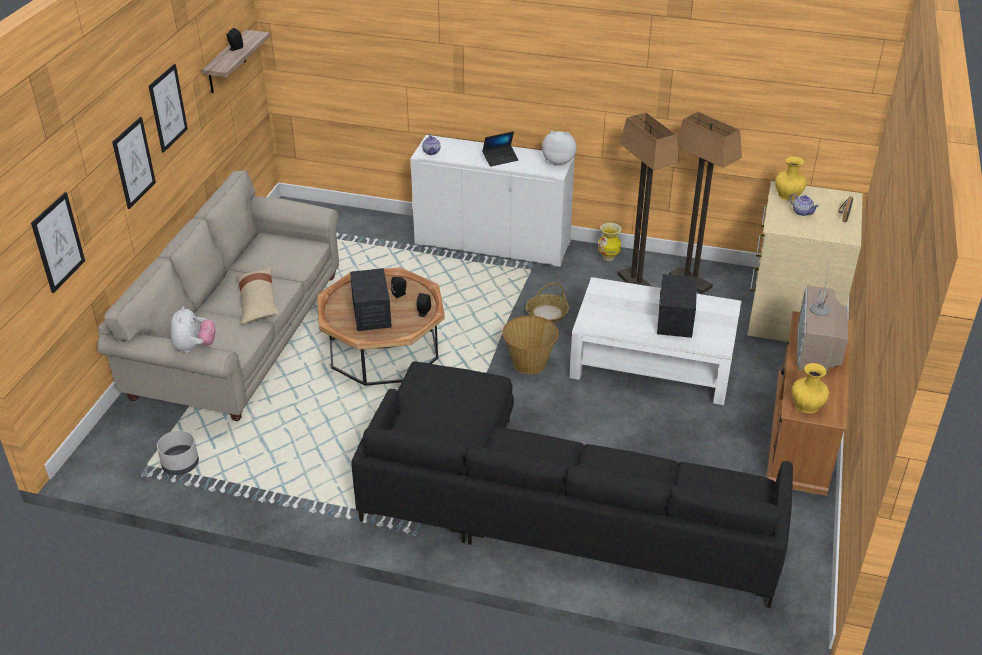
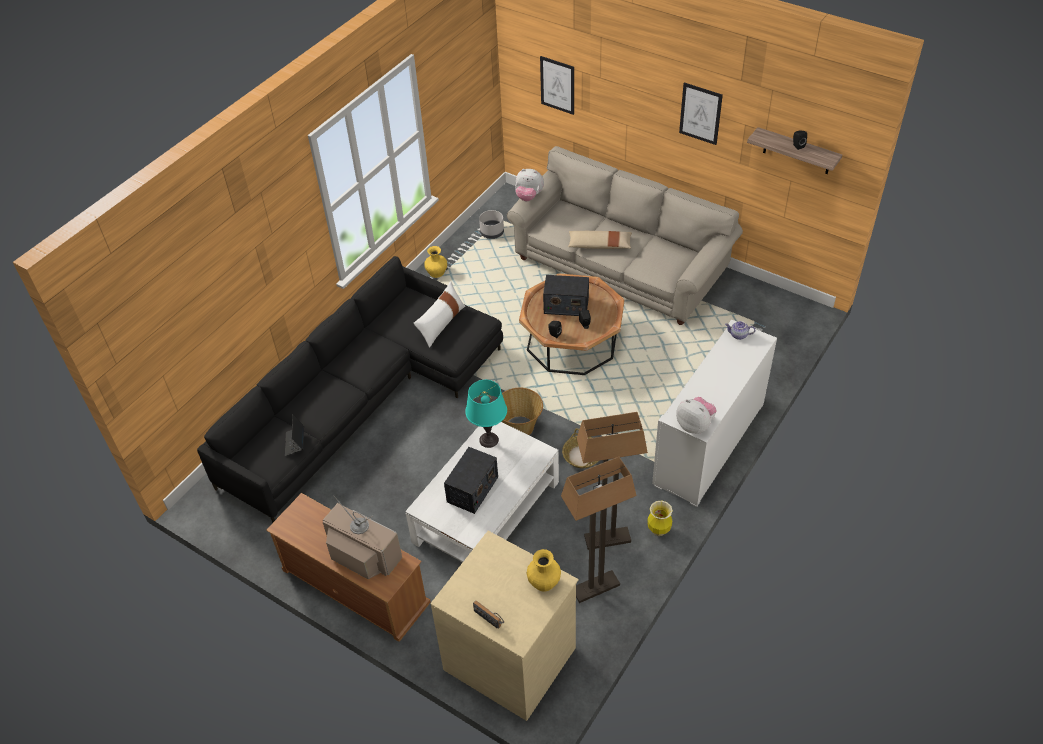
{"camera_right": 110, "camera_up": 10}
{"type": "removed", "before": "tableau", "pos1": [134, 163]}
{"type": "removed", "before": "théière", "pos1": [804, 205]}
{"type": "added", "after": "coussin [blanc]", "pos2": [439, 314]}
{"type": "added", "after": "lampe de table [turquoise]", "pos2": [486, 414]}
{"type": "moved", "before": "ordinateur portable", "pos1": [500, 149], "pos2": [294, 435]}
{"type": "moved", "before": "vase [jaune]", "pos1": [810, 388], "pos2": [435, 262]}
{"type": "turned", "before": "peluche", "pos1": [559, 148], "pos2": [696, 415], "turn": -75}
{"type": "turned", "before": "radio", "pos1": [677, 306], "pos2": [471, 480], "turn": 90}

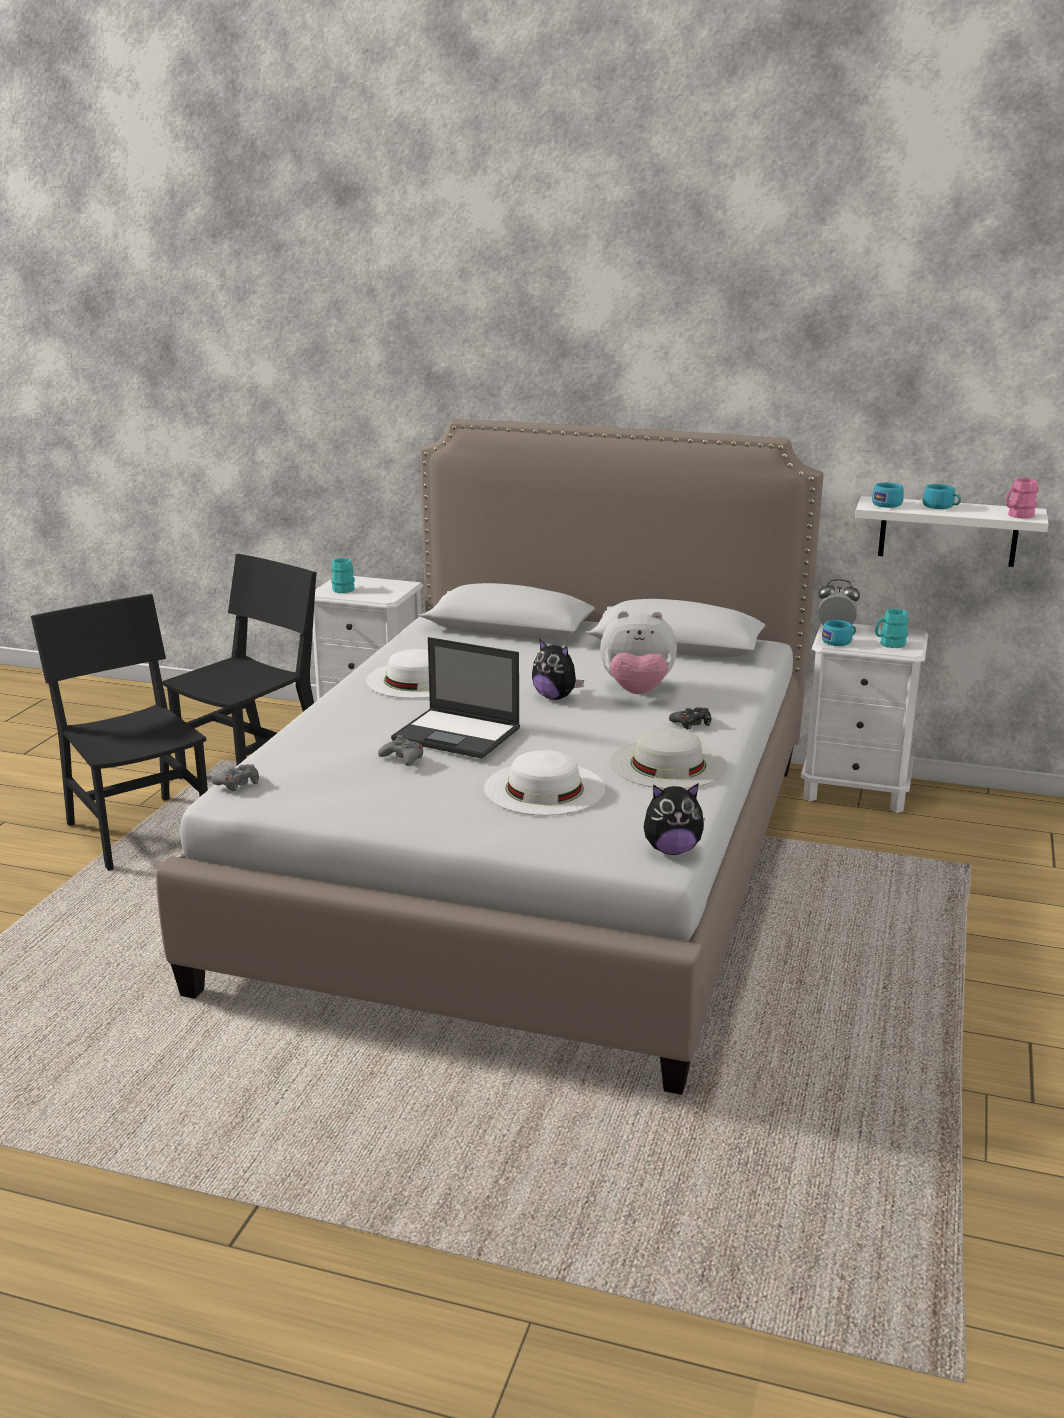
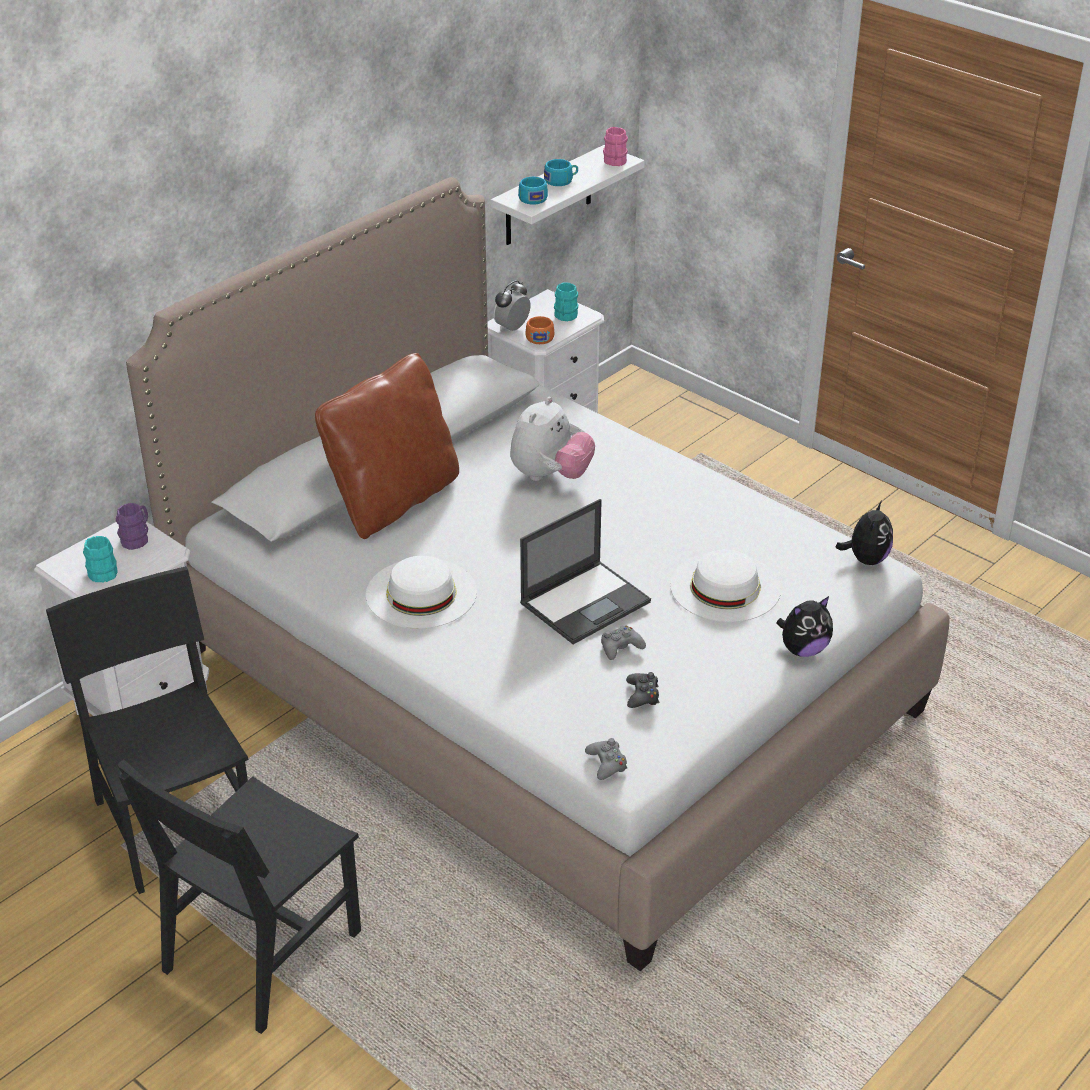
{"camera_right": -65, "camera_up": 15}
{"type": "removed", "before": "chapeau [blanc]", "pos1": [668, 758]}
{"type": "added", "after": "mug [violet]", "pos2": [132, 526]}
{"type": "added", "after": "coussin [marron]", "pos2": [387, 446]}
{"type": "moved", "before": "peluche", "pos1": [558, 669], "pos2": [804, 626]}
{"type": "moved", "before": "manette [noir]", "pos1": [690, 718], "pos2": [642, 690]}
{"type": "recoloured", "before": "tasse [turquoise]", "after": "tasse [orange]", "pos1": [839, 633], "pos2": [540, 330]}
{"type": "turned", "before": "chaise [noir]", "pos1": [119, 732], "pos2": [239, 896], "turn": -45}

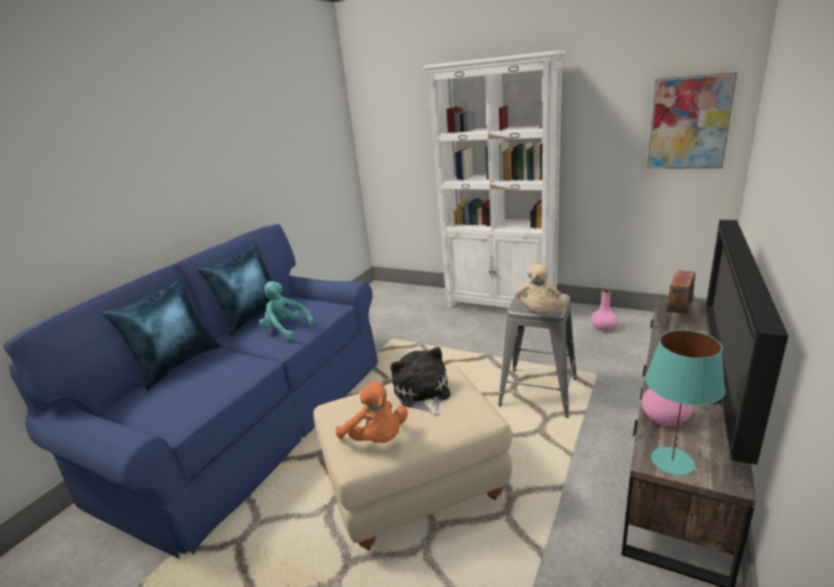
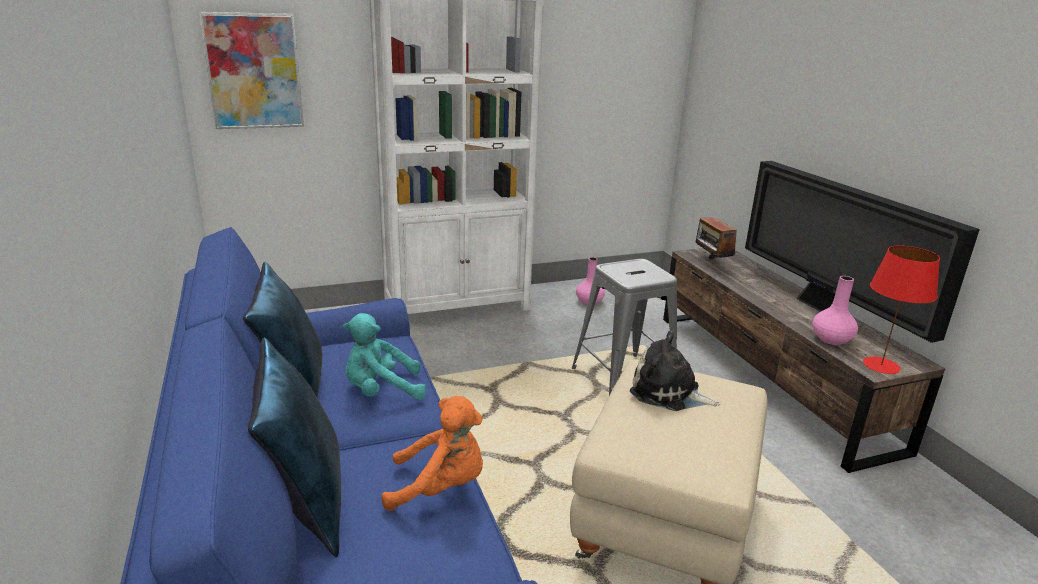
{"camera_right": -50, "camera_up": 0}
{"type": "removed", "before": "peluche [beige]", "pos1": [541, 288]}
{"type": "moved", "before": "peluche [orange]", "pos1": [372, 412], "pos2": [432, 453]}
{"type": "moved", "before": "tableau", "pos1": [692, 120], "pos2": [251, 70]}
{"type": "recoloured", "before": "lampe de table [turquoise]", "after": "lampe de table [rouge]", "pos1": [685, 402], "pos2": [901, 310]}

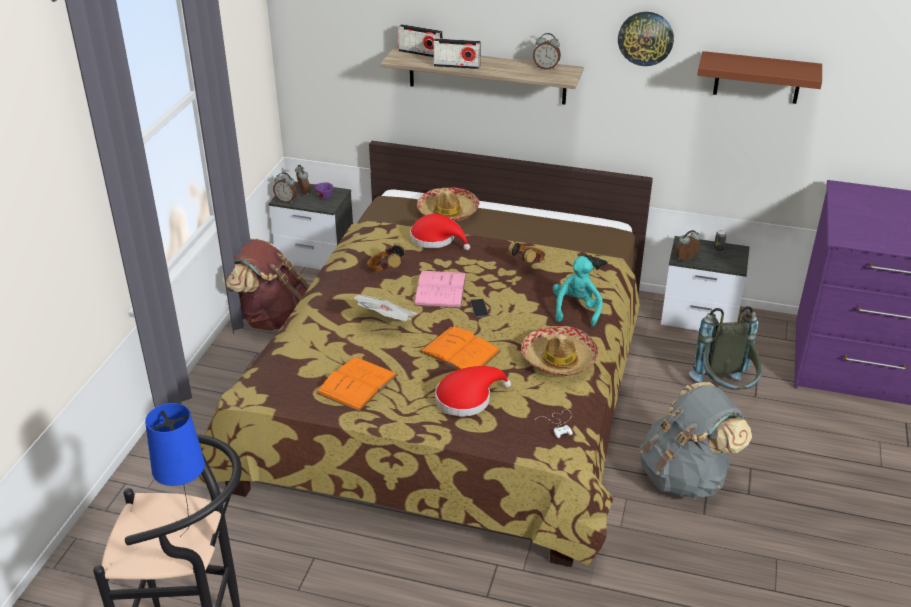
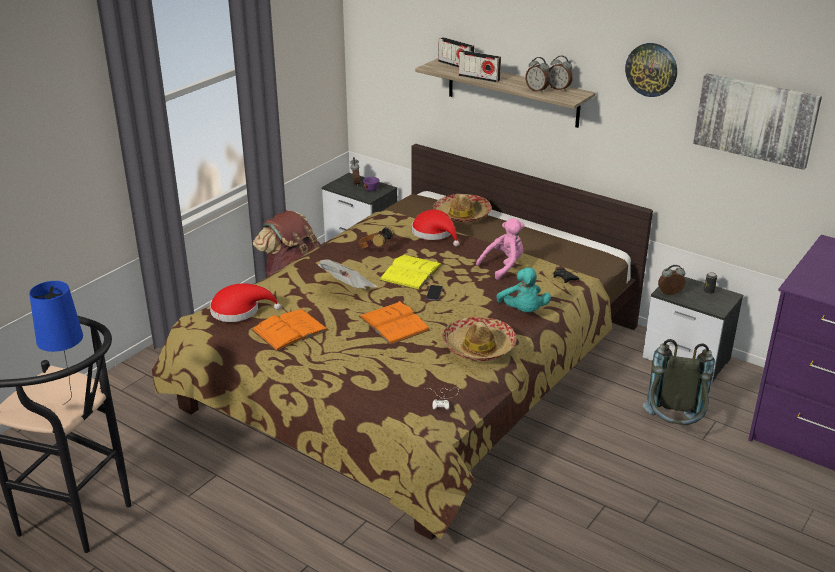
{"camera_right": 20, "camera_up": -5}
{"type": "removed", "before": "sac à dos [gris]", "pos1": [695, 440]}
{"type": "moved", "before": "réveil", "pos1": [285, 187], "pos2": [537, 75]}
{"type": "moved", "before": "chapeau [rouge]", "pos1": [473, 391], "pos2": [245, 302]}
{"type": "replaced", "before": "casque audio", "after": "peluche [rose]", "pos1": [526, 252], "pos2": [500, 249]}
{"type": "replaced", "before": "étagère [marron]", "after": "tableau", "pos1": [759, 77], "pos2": [757, 121]}
{"type": "recoloured", "before": "livre [rose]", "after": "livre [jaune]", "pos1": [440, 289], "pos2": [410, 272]}
{"type": "turned", "before": "peluche [turquoise]", "pos1": [578, 291], "pos2": [523, 290], "turn": 135}

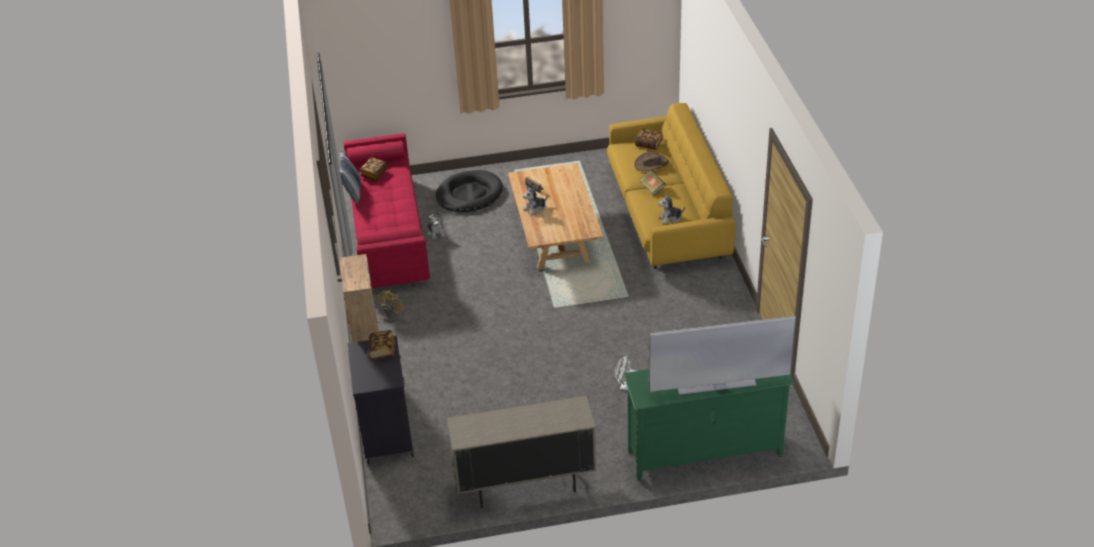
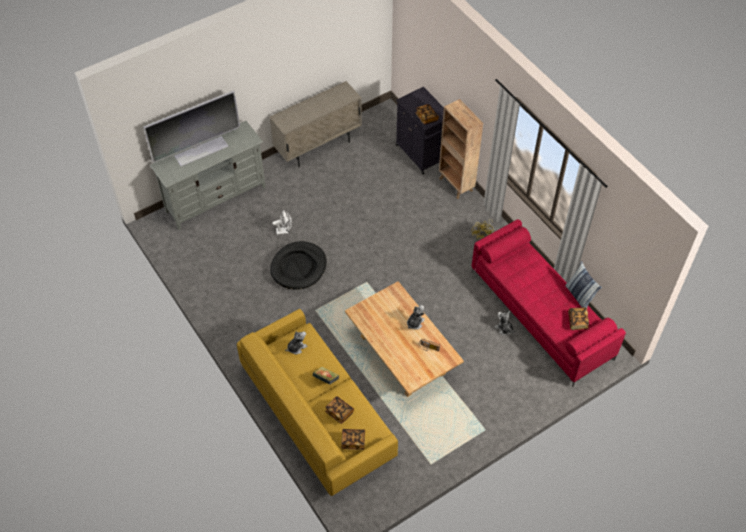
{"camera_right": 155, "camera_up": 15}
{"type": "moved", "before": "panier pour chien [noir]", "pos1": [469, 191], "pos2": [298, 265]}
{"type": "replaced", "before": "chapeau [marron]", "after": "livre", "pos1": [651, 161], "pos2": [339, 410]}
{"type": "recoloured", "before": "meuble télé [vert]", "after": "meuble télé [gris]", "pos1": [709, 425], "pos2": [208, 175]}

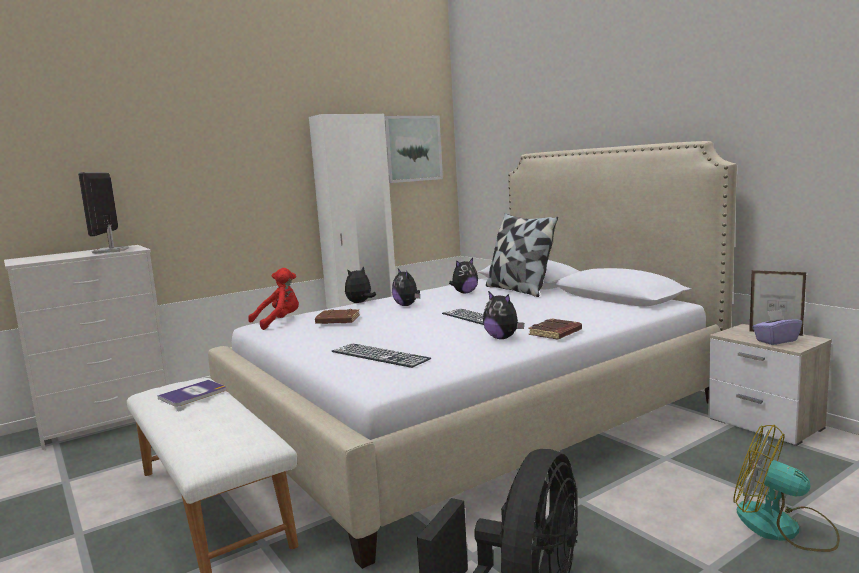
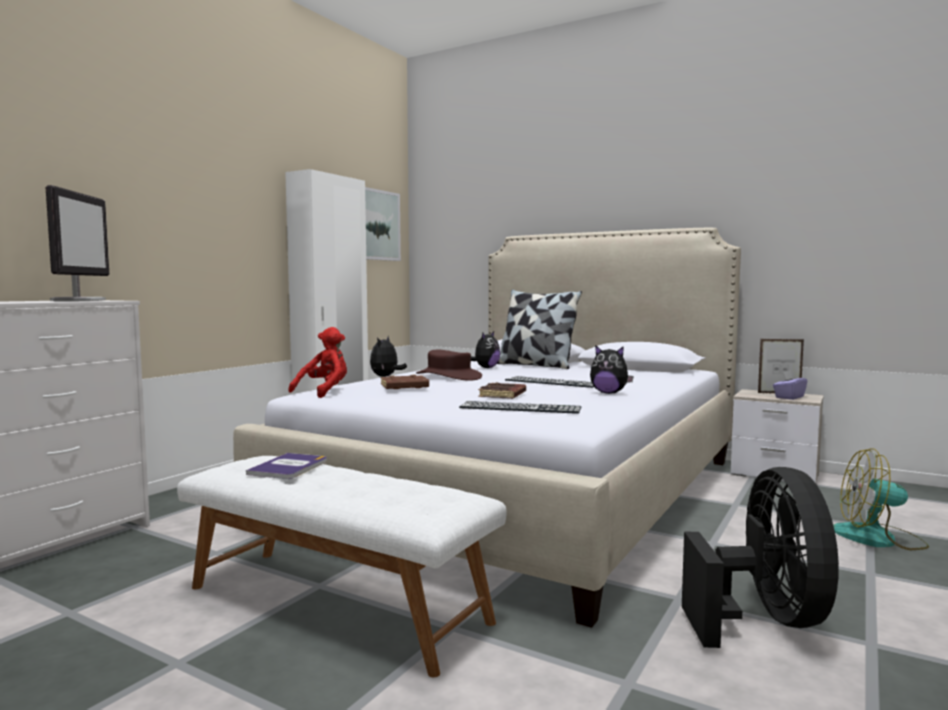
{"camera_right": -25, "camera_up": -5}
{"type": "moved", "before": "livre [marron]", "pos1": [555, 329], "pos2": [502, 390]}
{"type": "replaced", "before": "peluche", "after": "chapeau [marron]", "pos1": [406, 287], "pos2": [449, 365]}
{"type": "turned", "before": "écran d'ordinateur", "pos1": [103, 213], "pos2": [77, 243], "turn": -150}

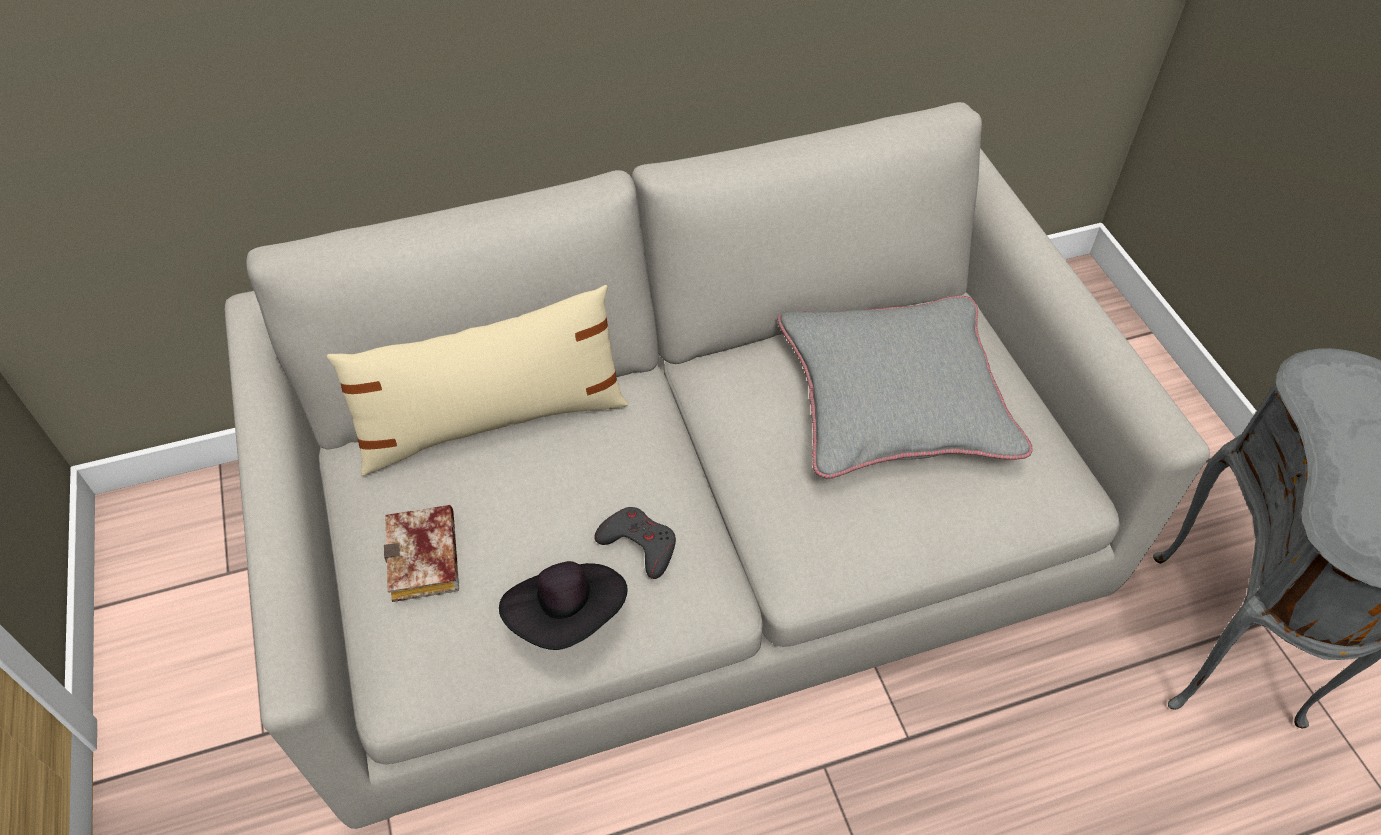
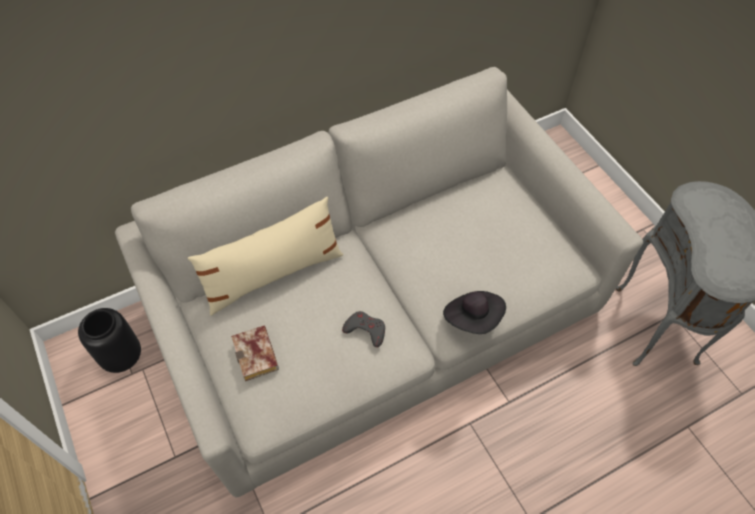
{"camera_right": -10, "camera_up": 5}
{"type": "removed", "before": "coussin [gris]", "pos1": [905, 386]}
{"type": "added", "after": "vase [noir]", "pos2": [109, 340]}
{"type": "moved", "before": "chapeau [noir]", "pos1": [563, 605], "pos2": [474, 312]}

